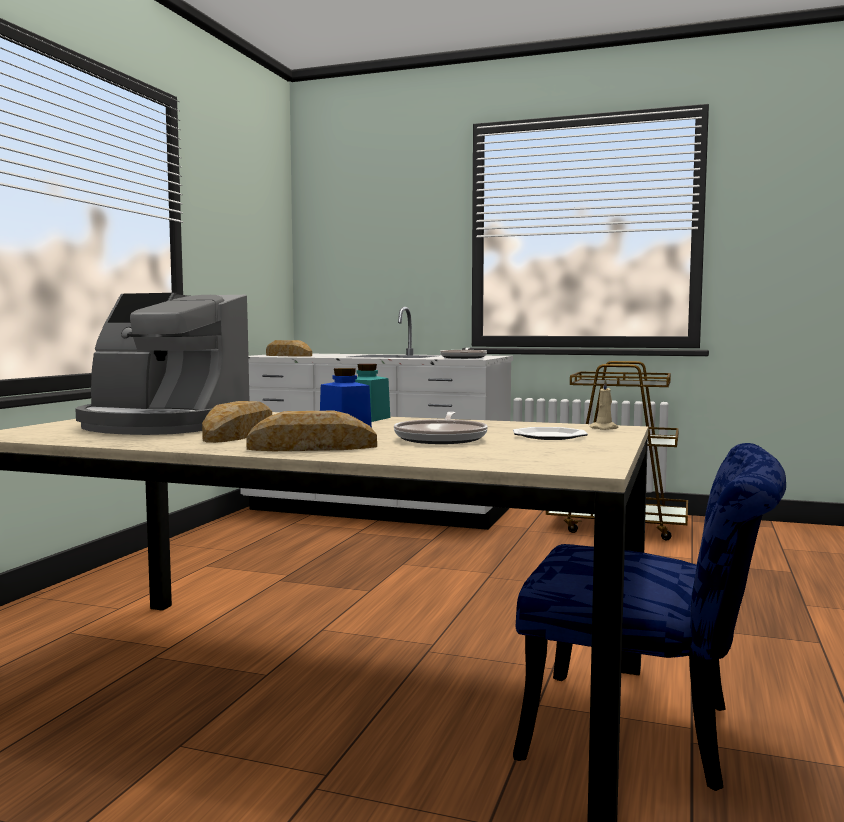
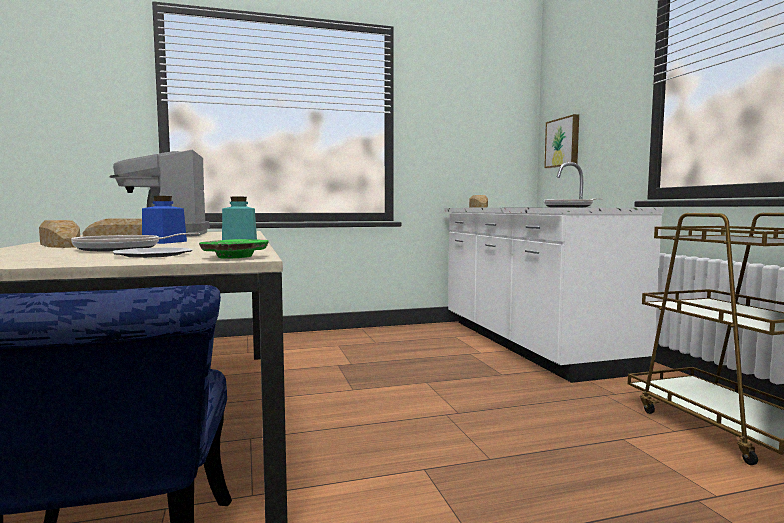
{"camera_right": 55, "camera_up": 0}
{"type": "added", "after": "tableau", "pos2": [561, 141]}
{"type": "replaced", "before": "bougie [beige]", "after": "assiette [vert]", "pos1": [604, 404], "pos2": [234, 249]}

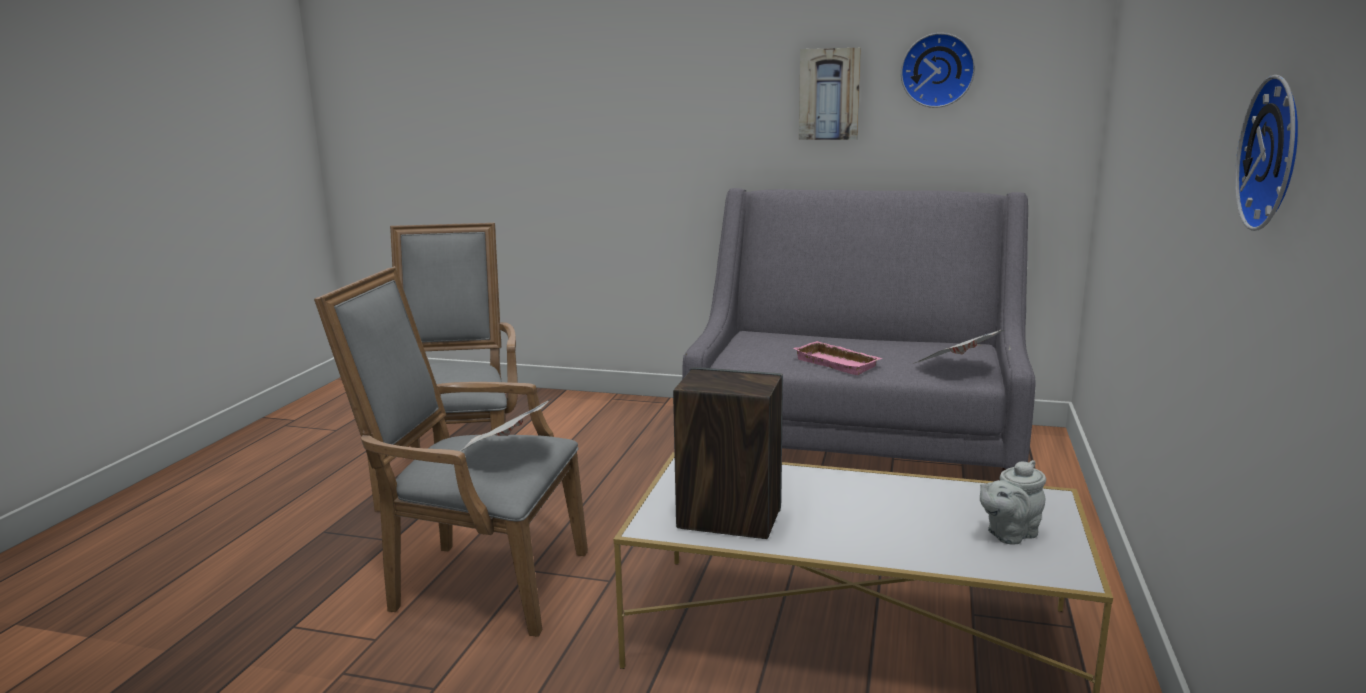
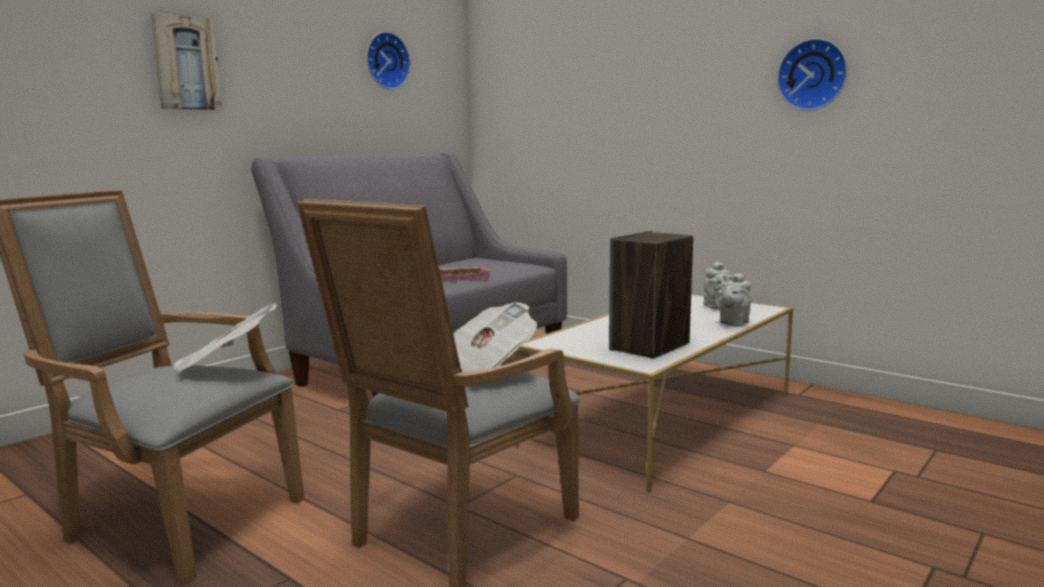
{"camera_right": -65, "camera_up": -5}
{"type": "added", "after": "théière [gris]", "pos2": [733, 300]}
{"type": "moved", "before": "tableau", "pos1": [830, 94], "pos2": [186, 61]}
{"type": "moved", "before": "journal", "pos1": [959, 346], "pos2": [225, 339]}

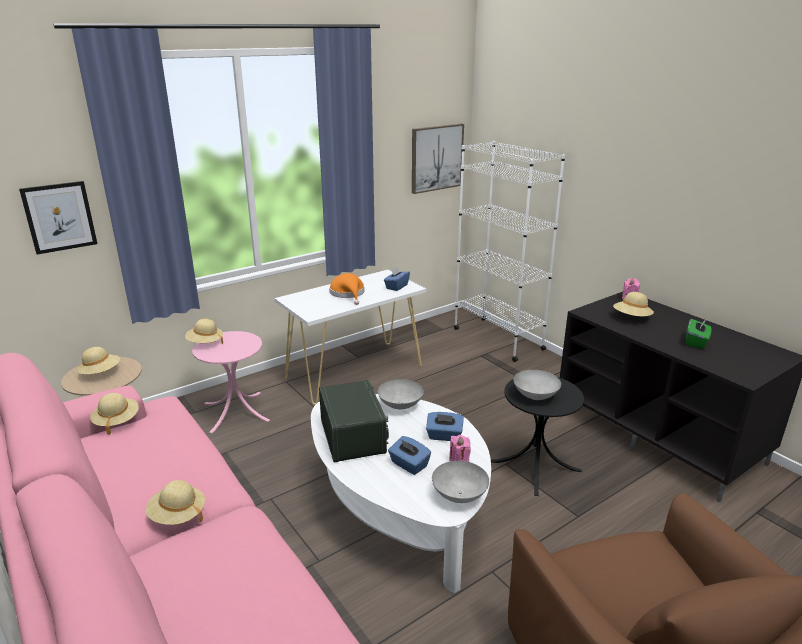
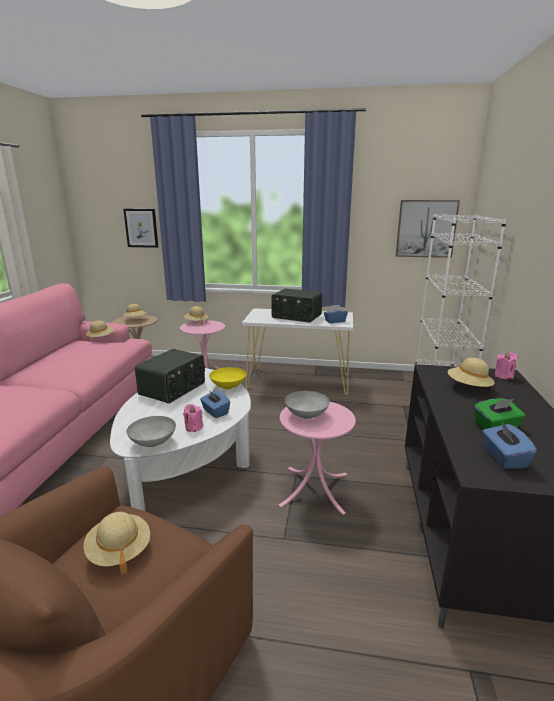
{"camera_right": 45, "camera_up": -5}
{"type": "moved", "before": "chapeau [beige]", "pos1": [175, 502], "pos2": [116, 543]}
{"type": "moved", "before": "boîte à mouchoirs [bleu]", "pos1": [409, 455], "pos2": [509, 445]}
{"type": "replaced", "before": "chapeau [orange]", "after": "radio", "pos1": [347, 289], "pos2": [297, 305]}
{"type": "recoloured", "before": "bol [gris]", "after": "bol [jaune]", "pos1": [401, 394], "pos2": [227, 378]}
{"type": "recoloured", "before": "table d'appoint [noir]", "after": "table d'appoint [rose]", "pos1": [537, 436], "pos2": [317, 458]}

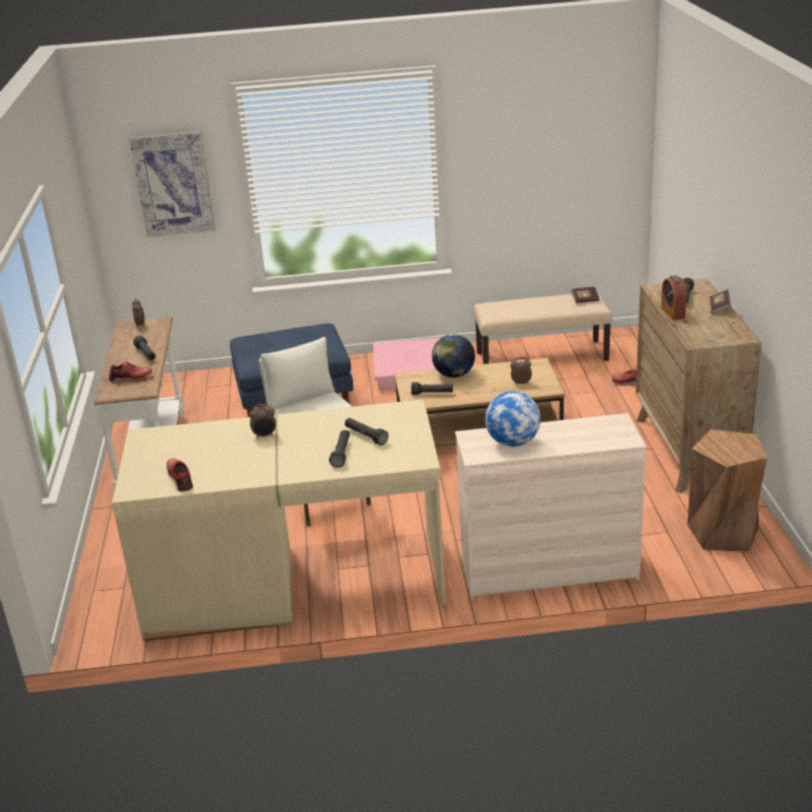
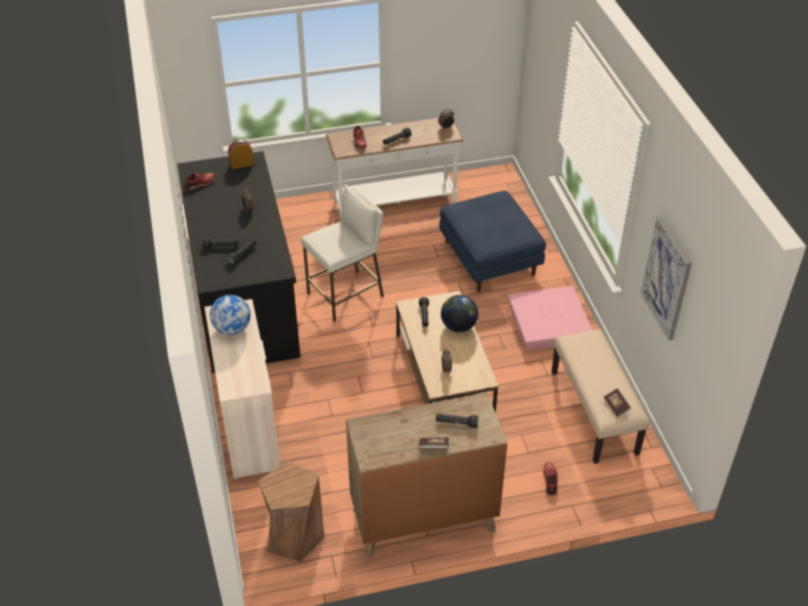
{"camera_right": 80, "camera_up": 15}
{"type": "moved", "before": "tableau", "pos1": [172, 184], "pos2": [666, 278]}
{"type": "moved", "before": "réveil", "pos1": [674, 297], "pos2": [241, 154]}
{"type": "recoloured", "before": "bureau [beige]", "after": "bureau [noir]", "pos1": [279, 520], "pos2": [239, 262]}

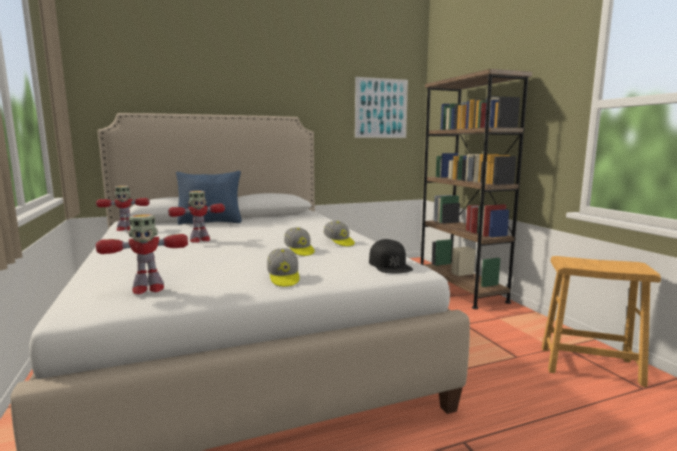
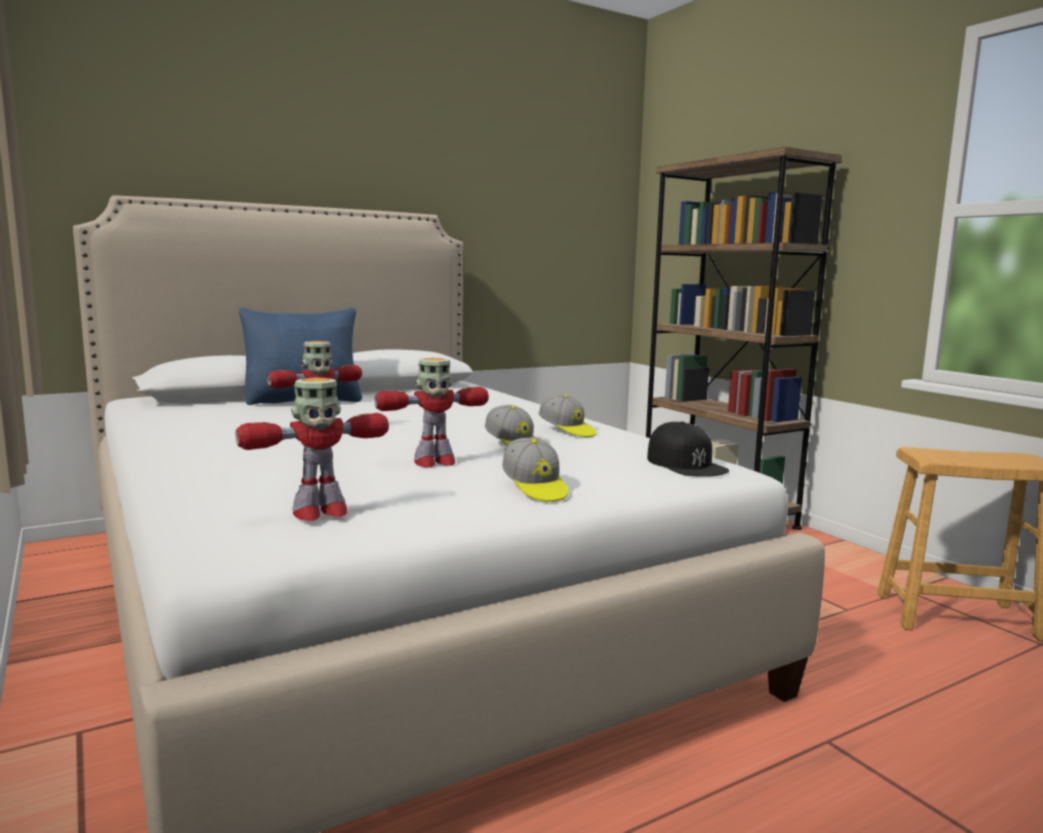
{"camera_right": -10, "camera_up": 0}
{"type": "removed", "before": "tableau", "pos1": [381, 107]}
{"type": "moved", "before": "robot jouet", "pos1": [123, 208], "pos2": [432, 413]}

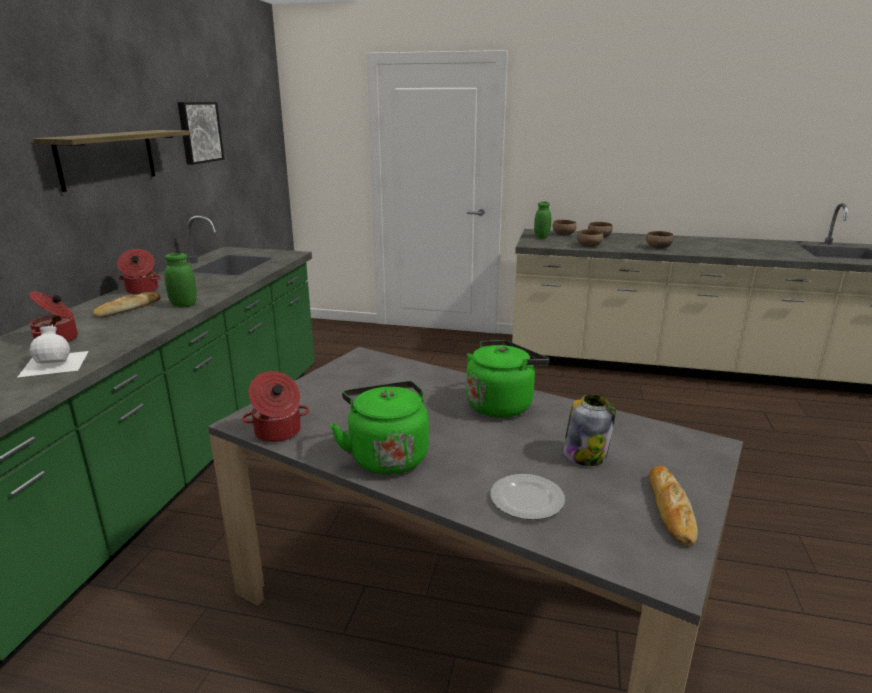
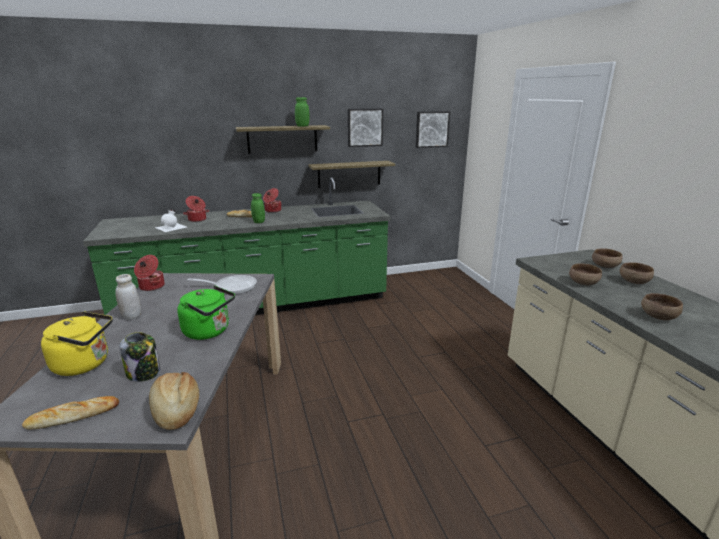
{"camera_right": 60, "camera_up": 0}
{"type": "added", "after": "pain", "pos2": [174, 401]}
{"type": "added", "after": "poêle", "pos2": [222, 284]}
{"type": "added", "after": "étagère", "pos2": [351, 174]}
{"type": "added", "after": "tableau", "pos2": [433, 129]}
{"type": "moved", "before": "bocal [vert]", "pos1": [542, 220], "pos2": [302, 112]}
{"type": "replaced", "before": "bouilloire [vert]", "after": "bocal [blanc]", "pos1": [379, 428], "pos2": [128, 297]}
{"type": "replaced", "before": "assiette", "after": "bouilloire [jaune]", "pos1": [527, 497], "pos2": [77, 344]}

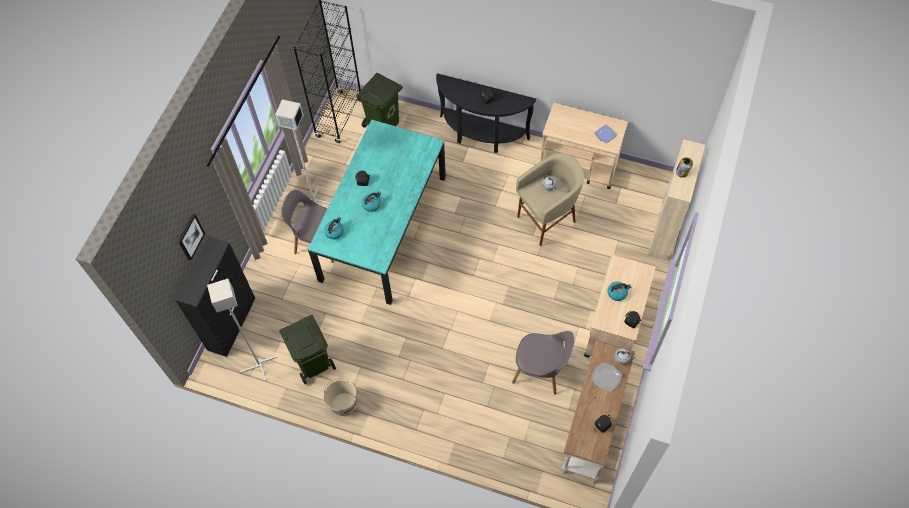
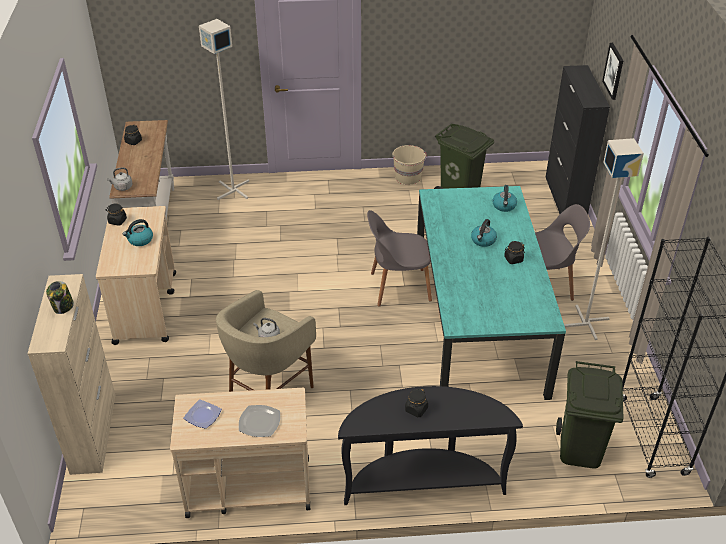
{"camera_right": 155, "camera_up": -20}
{"type": "moved", "before": "lampadaire [gris]", "pos1": [242, 330], "pos2": [224, 109]}
{"type": "moved", "before": "chaise [gris]", "pos1": [543, 363], "pos2": [399, 258]}
{"type": "moved", "before": "assiette", "pos1": [606, 377], "pos2": [259, 421]}

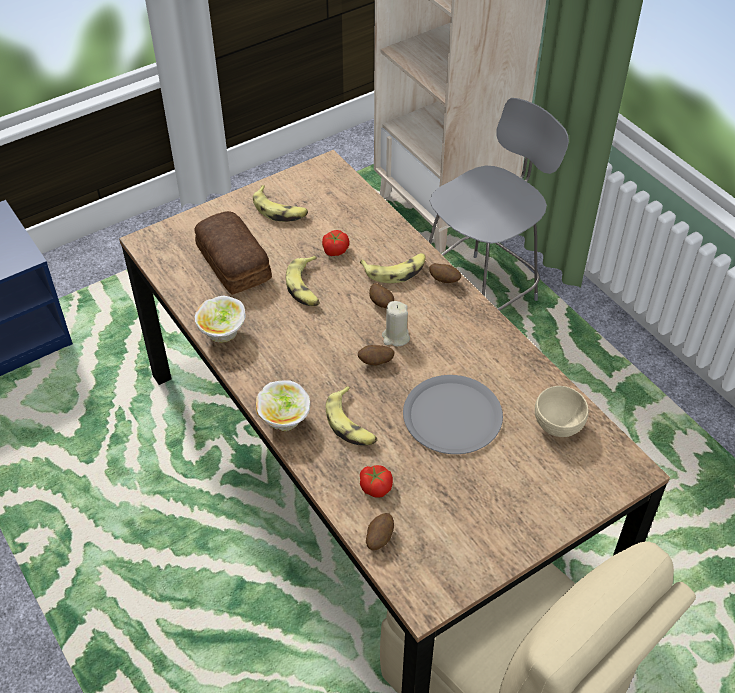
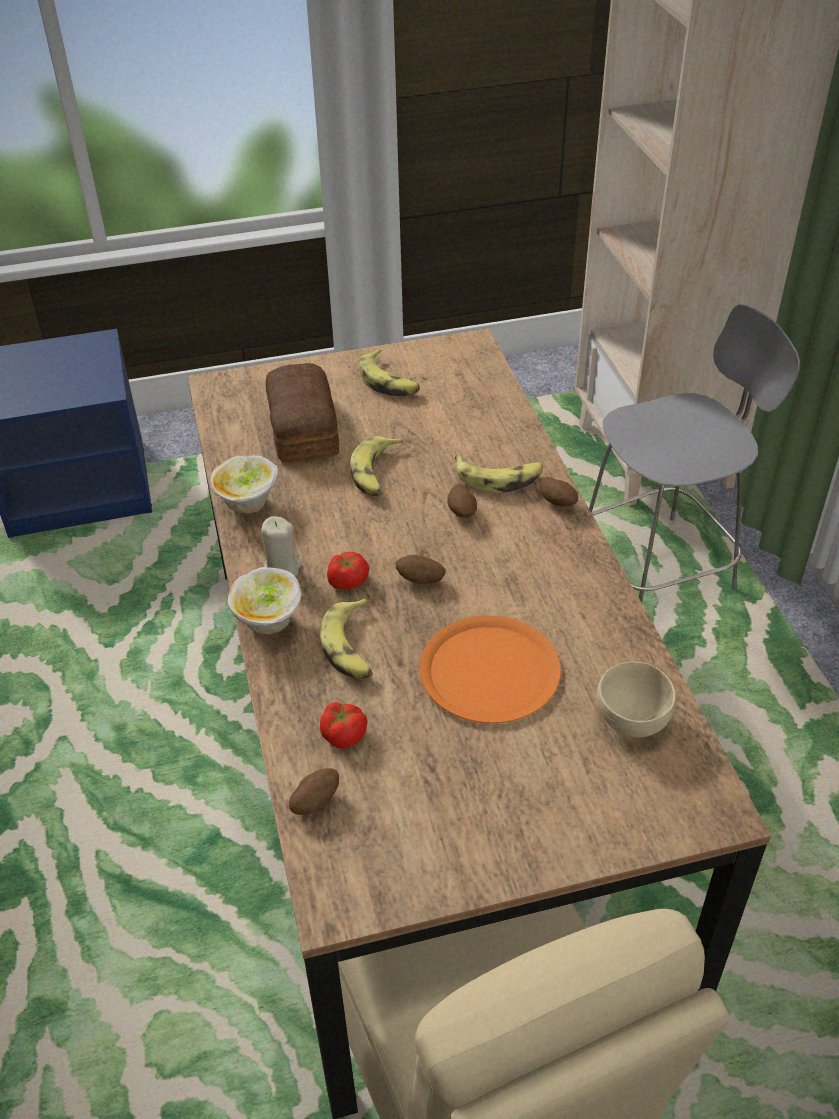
{"camera_right": 20, "camera_up": -5}
{"type": "moved", "before": "tomate", "pos1": [335, 243], "pos2": [348, 571]}
{"type": "moved", "before": "bougie [beige]", "pos1": [396, 324], "pos2": [281, 546]}
{"type": "recoloured", "before": "assiette [gris]", "after": "assiette [orange]", "pos1": [453, 414], "pos2": [490, 669]}

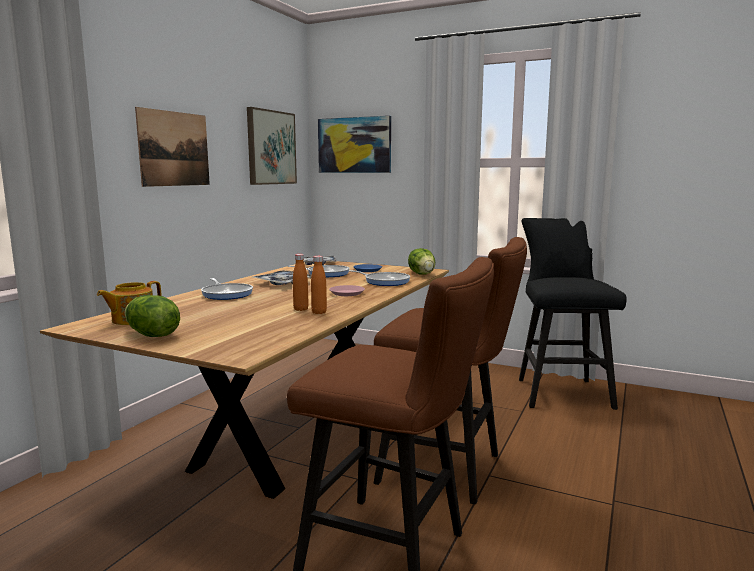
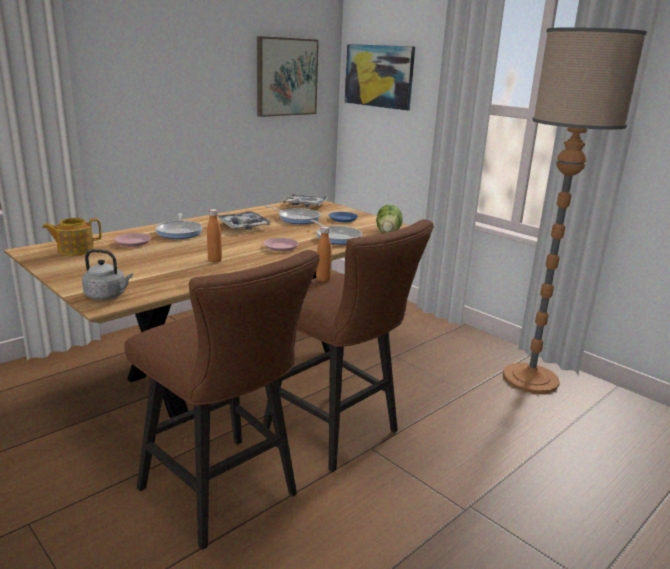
{"camera_right": 20, "camera_up": 10}
{"type": "removed", "before": "laitue", "pos1": [152, 316]}
{"type": "removed", "before": "tableau", "pos1": [172, 147]}
{"type": "added", "after": "bouilloire [gris]", "pos2": [107, 274]}
{"type": "added", "after": "assiette [rose]", "pos2": [132, 240]}
{"type": "moved", "before": "bouteille [orange]", "pos1": [319, 285], "pos2": [323, 254]}
{"type": "replaced", "before": "tabouret [noir]", "after": "lampadaire", "pos1": [573, 314], "pos2": [575, 210]}

